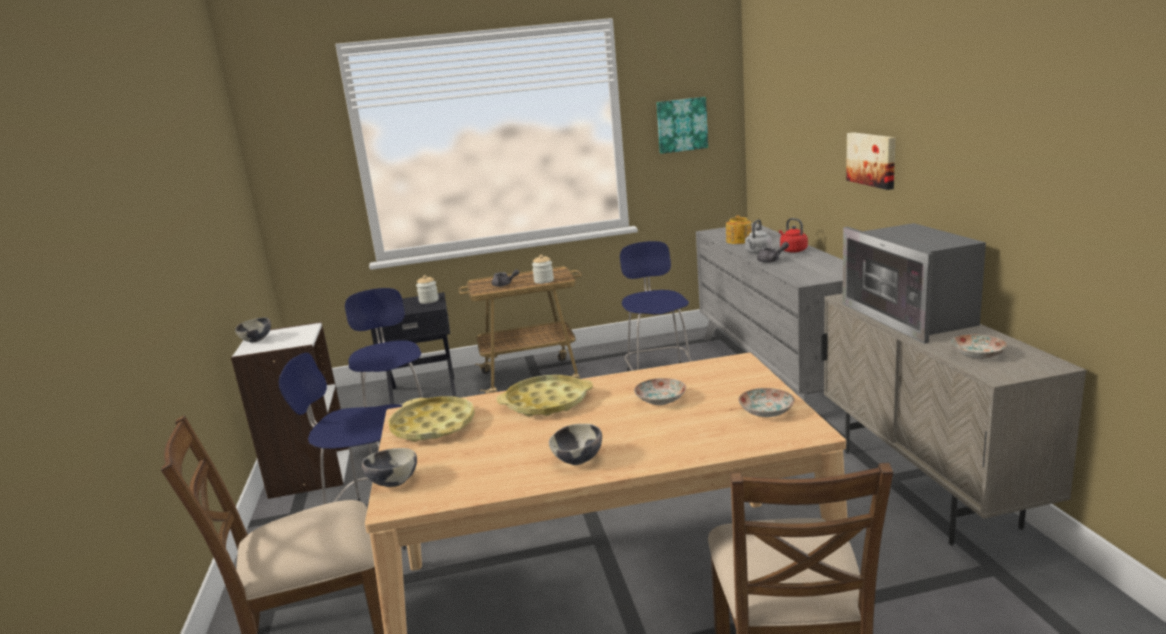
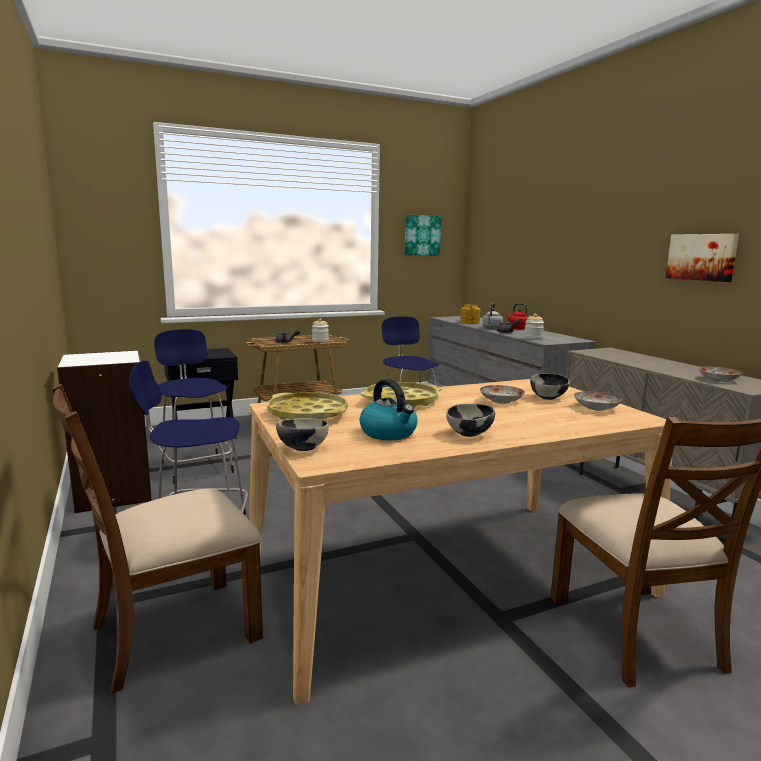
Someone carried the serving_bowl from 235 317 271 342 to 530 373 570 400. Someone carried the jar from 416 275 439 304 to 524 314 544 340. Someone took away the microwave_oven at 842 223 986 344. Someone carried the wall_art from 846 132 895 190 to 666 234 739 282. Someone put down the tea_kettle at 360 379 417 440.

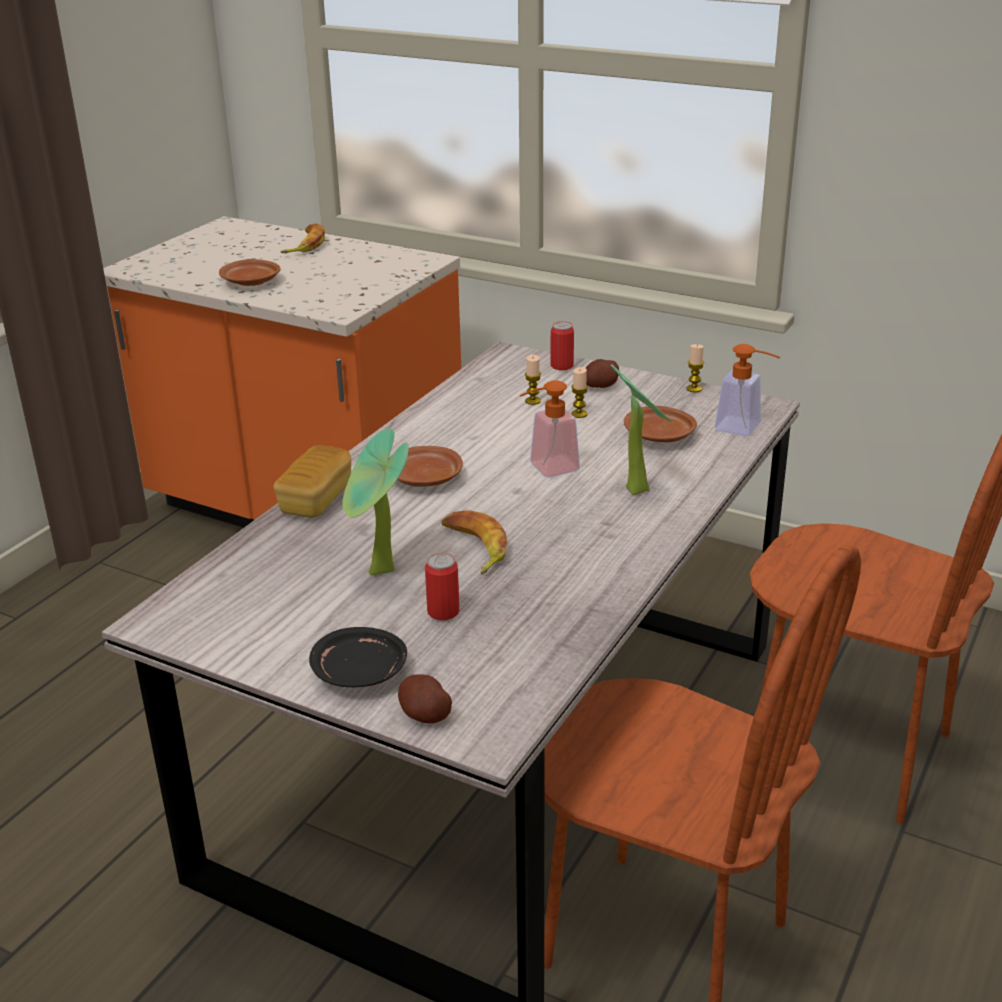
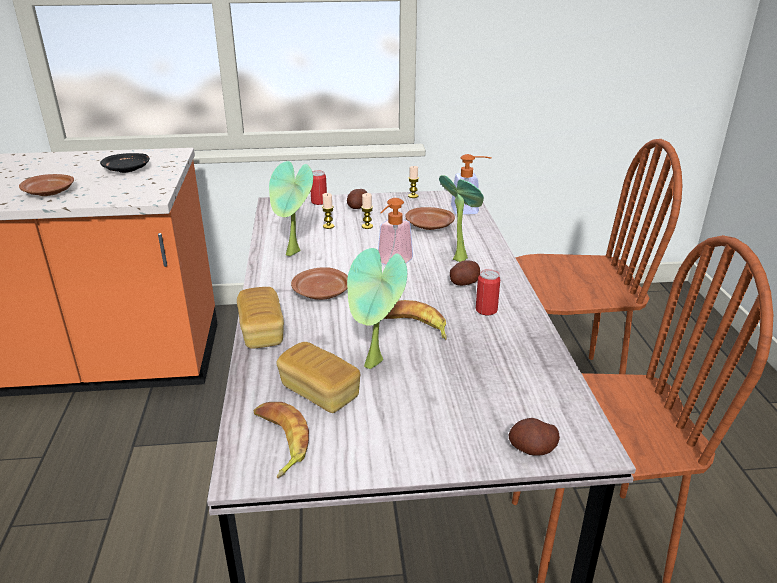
Someone carried the banana_fruit from 281 223 325 253 to 254 402 309 478. Someone carried the blackish_dinner_plate from 309 627 407 687 to 100 153 150 173. Someone carried the sealed_can from 425 553 460 621 to 476 269 500 315. Someone put down the plant_in_a_pot at 269 161 313 256. Someone put down the bakery_bread at 276 342 360 413. Someone put down the whole_potato at 450 261 480 286.

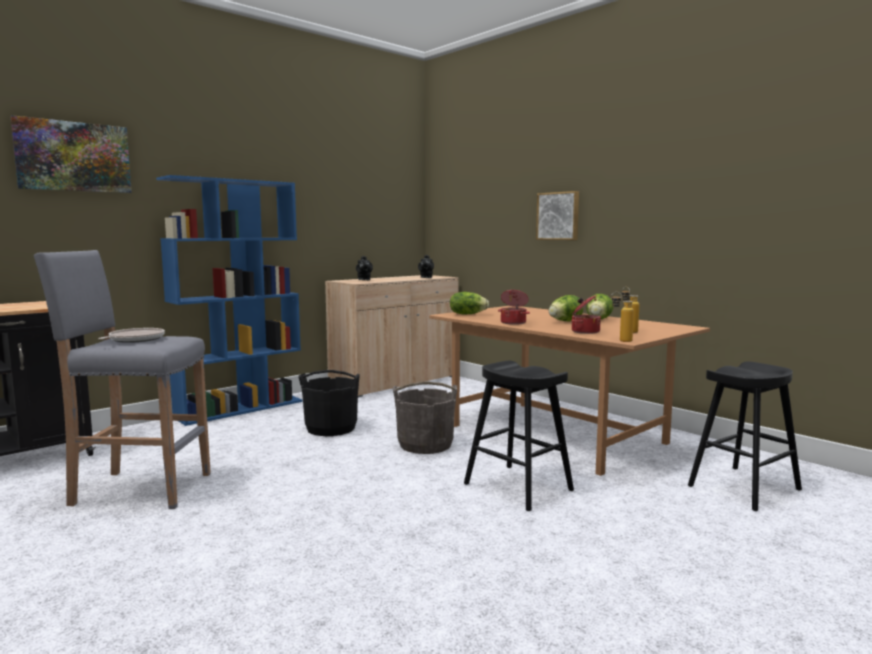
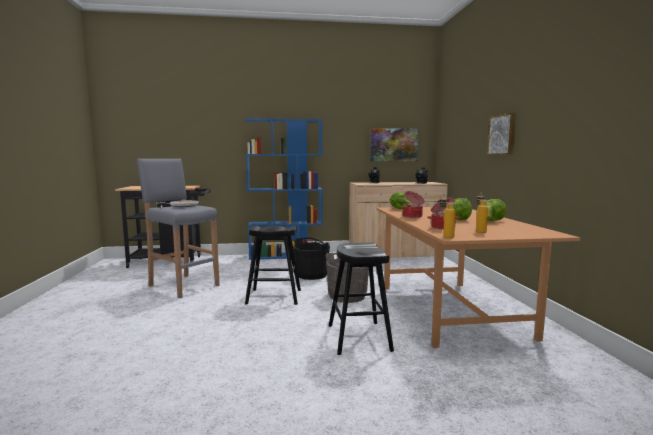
Someone carried the wall_art from 11 115 132 193 to 370 128 419 161. Someone carried the blackish_stool_seat from 688 361 802 511 to 245 225 301 305.

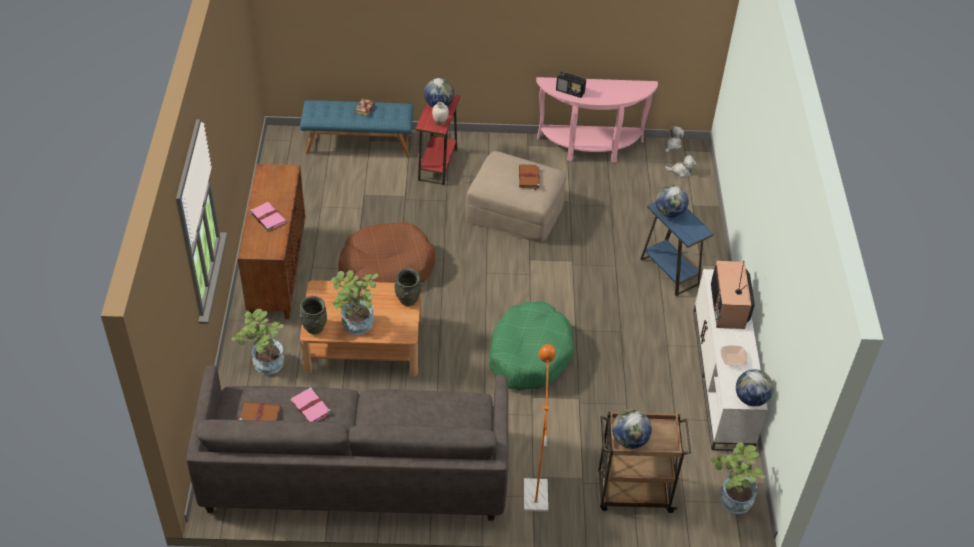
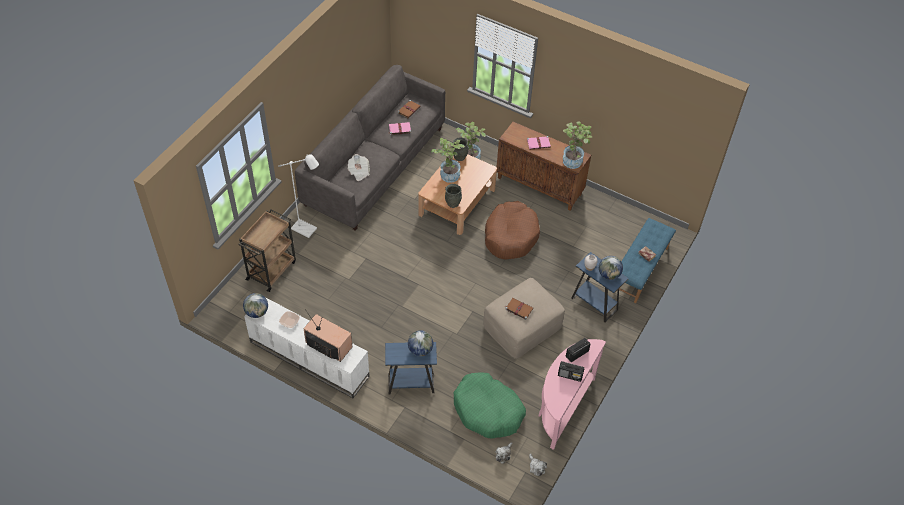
Someone repainted the red-coloured_accent_table at 416 95 460 185, which became the blue_accent_table at 571 252 629 323. Someone carried the green-coloured_dog_cushion from 489 301 574 390 to 454 372 526 438. Someone repainted the orange-coloured_floor_lamp at 524 344 556 512, which became the white_floor_lamp at 278 154 319 238. Someone took away the desk_globe at 612 409 652 449. Someone carried the plant_in_a_pot from 710 442 765 514 to 563 121 592 169. Someone put down the newspaper at 348 154 370 181. Someone put down the radio at 558 361 584 382.

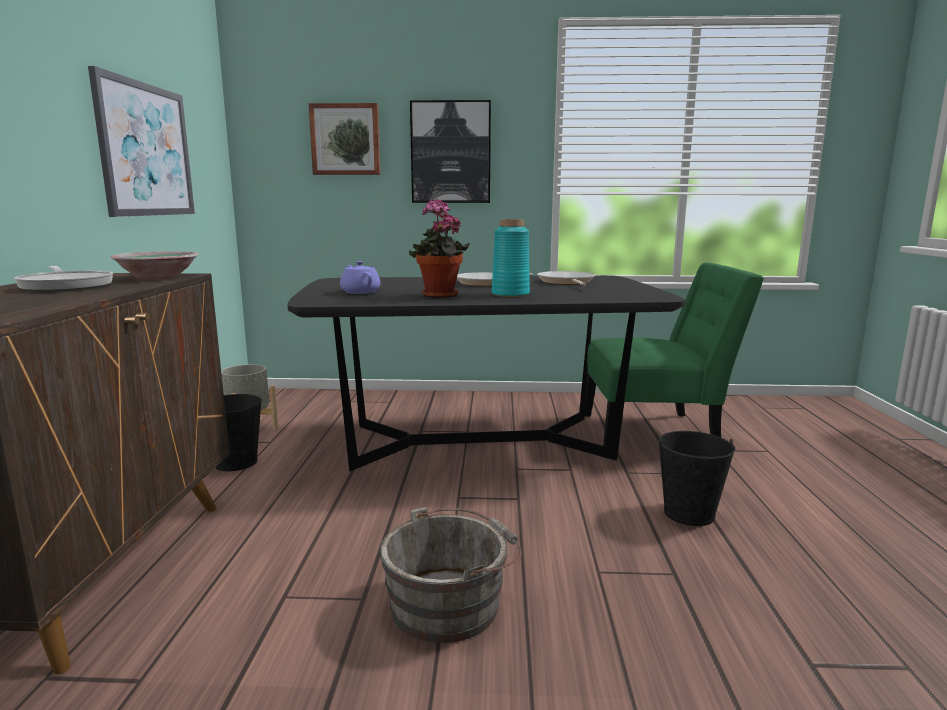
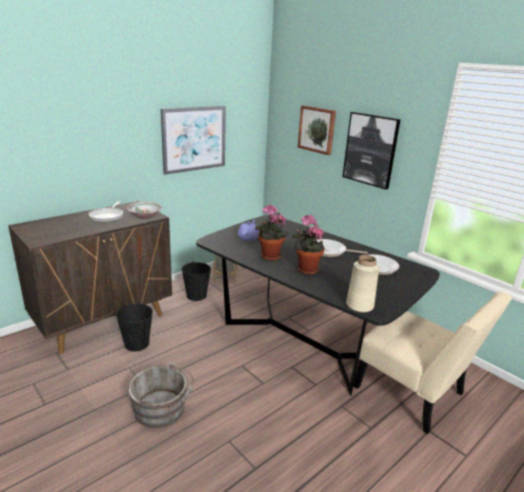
Someone swapped the blue-green_vase at 492 219 530 297 for the plant_in_a_pot at 292 215 325 275. Someone repainted the green-coloured_upright_chair at 585 263 764 447, which became the sand-coloured_upright_chair at 353 291 512 434. Someone carried the blackish_bucket from 658 431 735 526 to 115 304 153 351. Someone put down the sand-coloured_vase at 346 255 379 313.

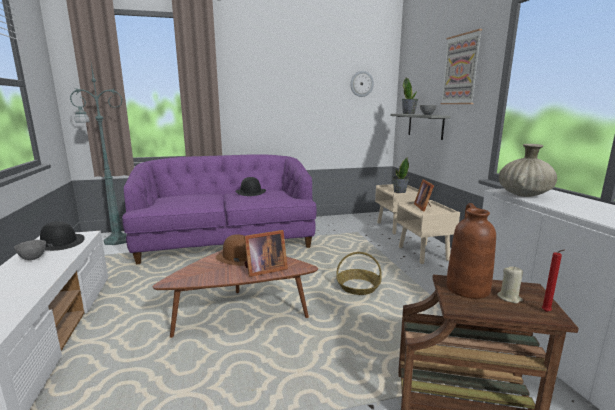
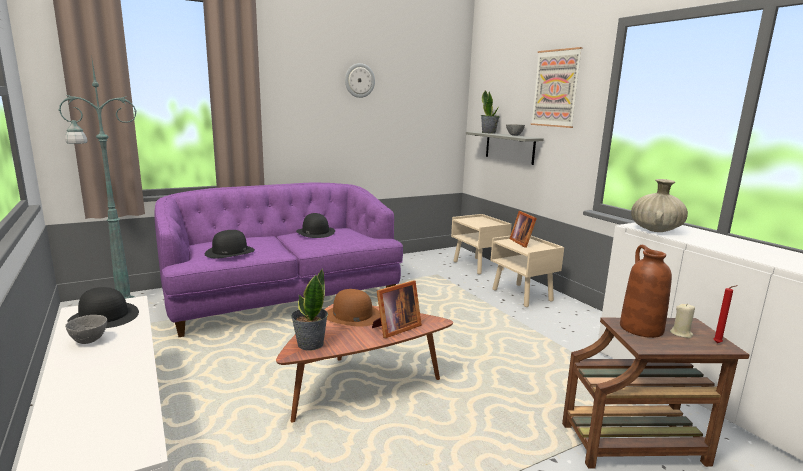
Someone took away the storage_basket at 337 252 381 295. Someone carried the wall_clock from 350 71 374 97 to 345 63 375 98. Someone carried the plant_in_a_pot from 392 157 409 193 to 291 268 328 351. Someone put down the blackish_hat at 205 230 255 258.

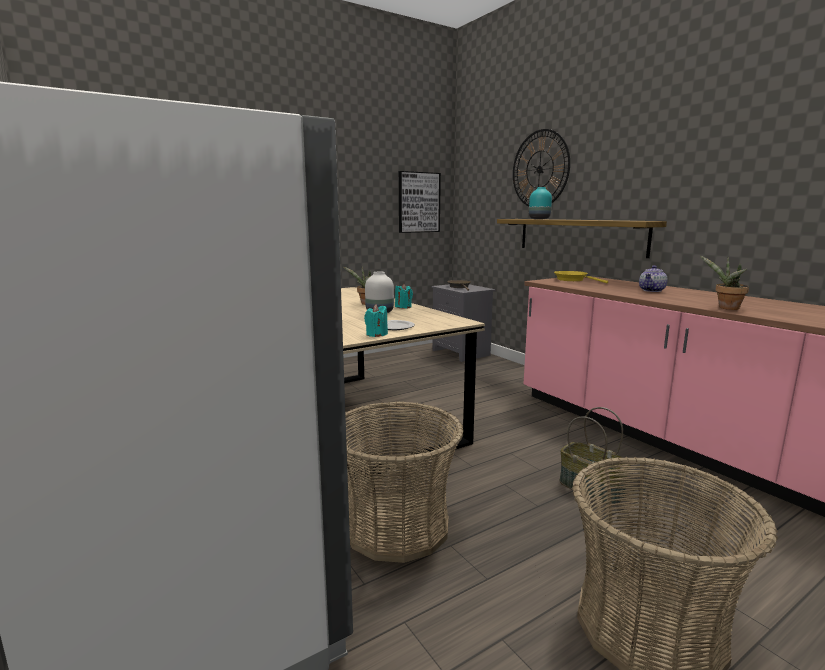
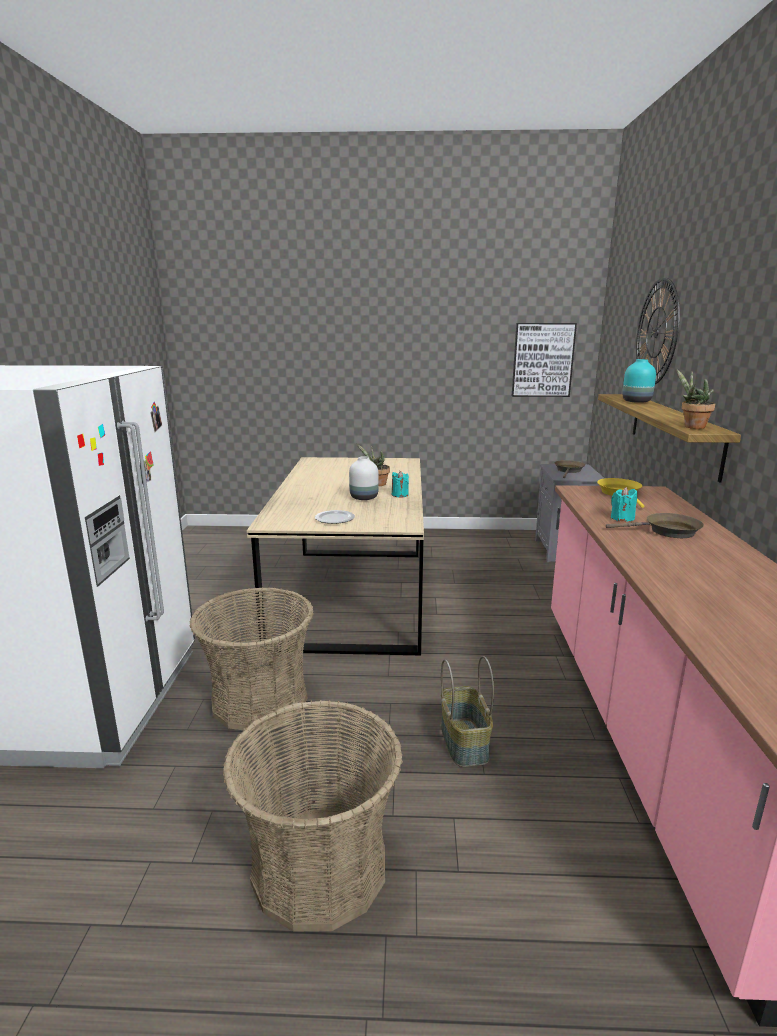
Someone carried the blue-green_wax_candle from 364 304 388 337 to 611 487 637 521. Someone swapped the teapot at 639 265 668 292 for the brown-coloured_skillet at 606 513 704 538. Someone carried the plant_in_a_pot from 700 256 749 310 to 676 369 715 429.

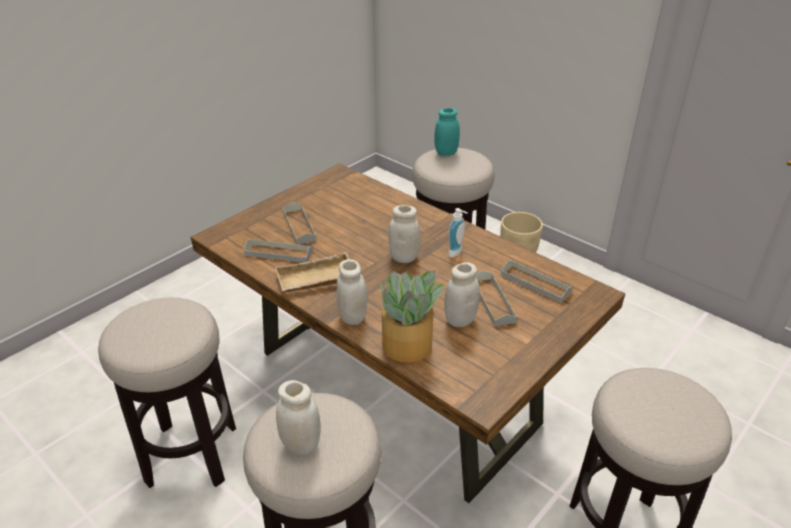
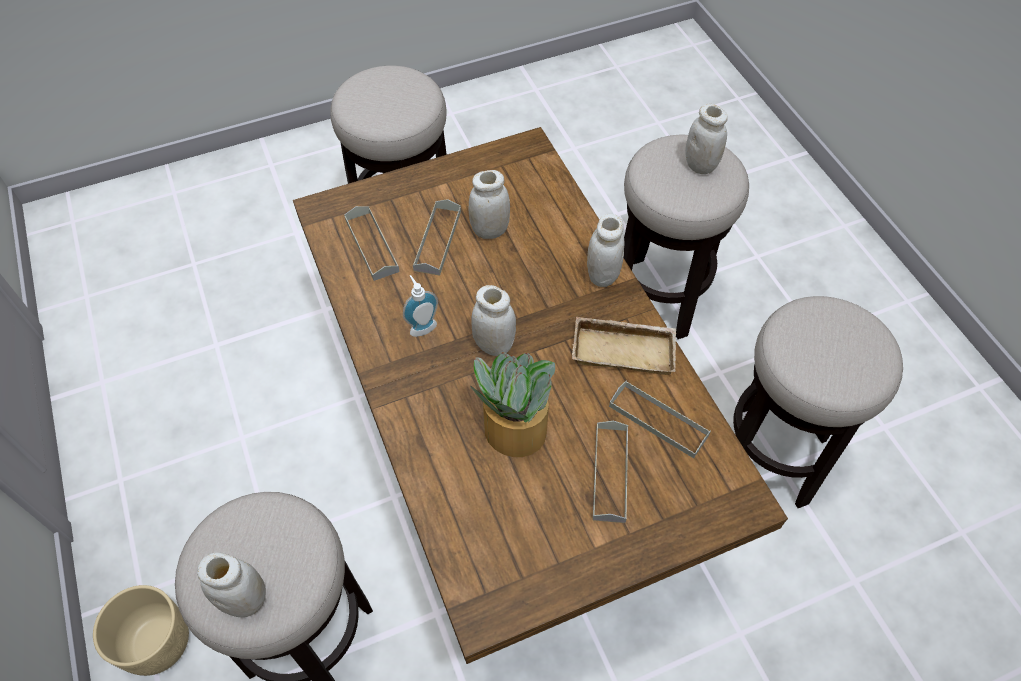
Someone carried the plant_in_a_pot from 379 271 445 363 to 470 352 555 457. Someone repainted the blue-green_jar at 434 108 460 156, which became the white_jar at 197 552 266 617.

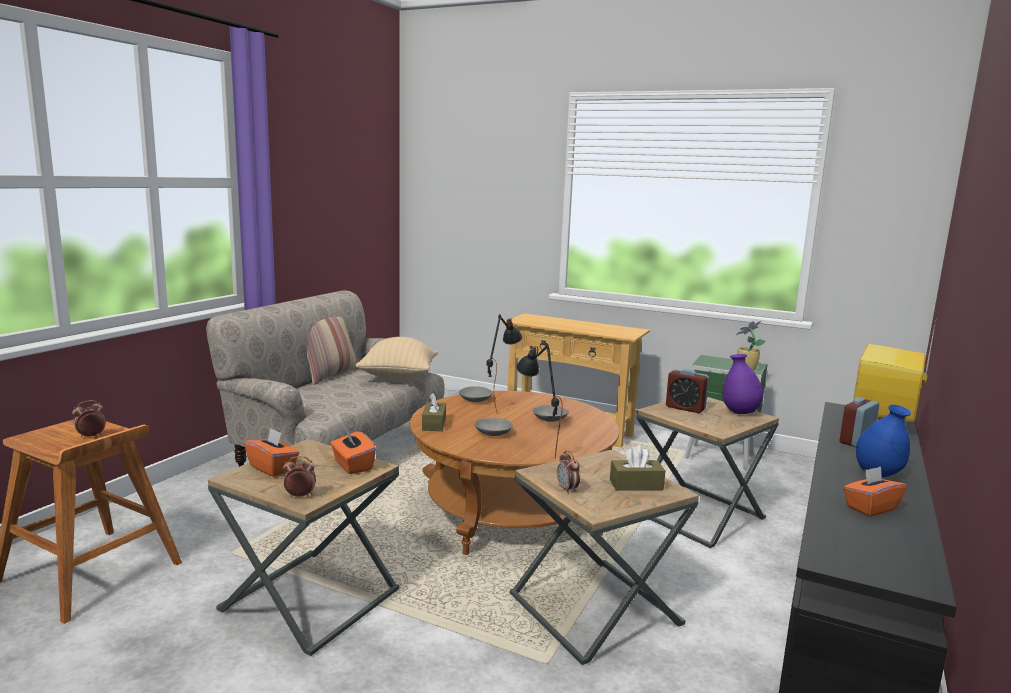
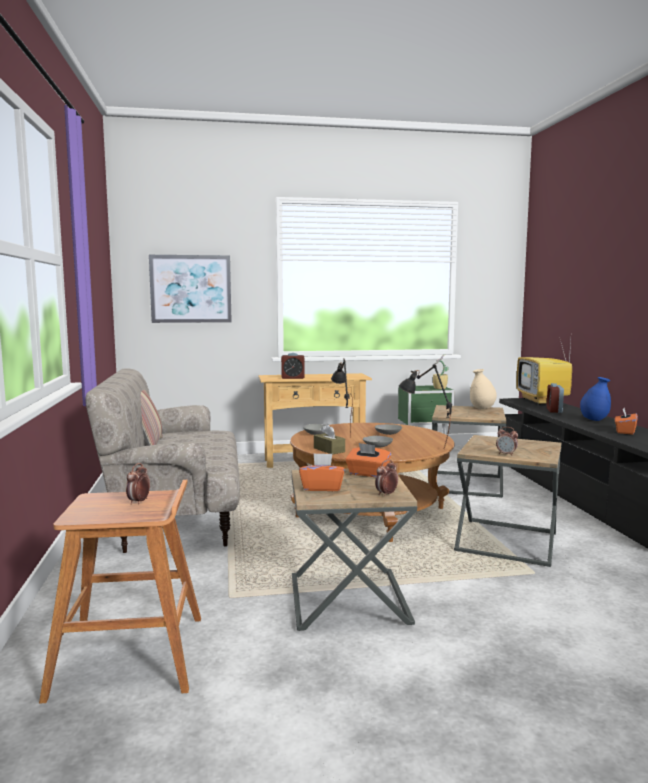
Someone took away the sand-coloured_throw_pillow at 355 337 439 379. Someone took away the brown-coloured_tissue_holder at 610 445 665 491. Someone carried the table_clock from 666 369 709 413 to 281 353 305 379. Someone repainted the purplish_vase at 723 354 763 414, which became the sand-coloured_vase at 470 369 497 409. Someone put up the wall_art at 149 255 232 323.

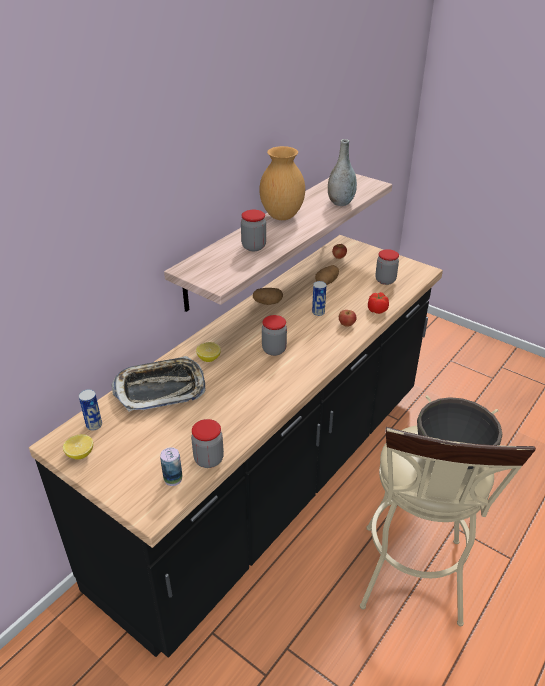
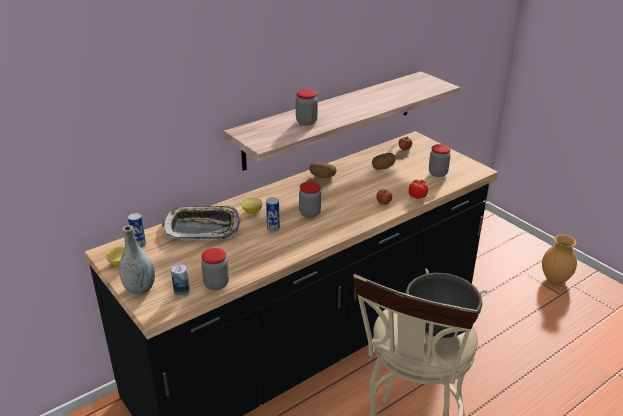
Someone carried the brown-coloured_vase from 259 146 305 220 to 542 235 577 284. Someone carried the sealed_can from 312 281 326 316 to 266 197 280 232. Someone carried the greyish_vase from 328 139 357 206 to 119 225 155 295.

